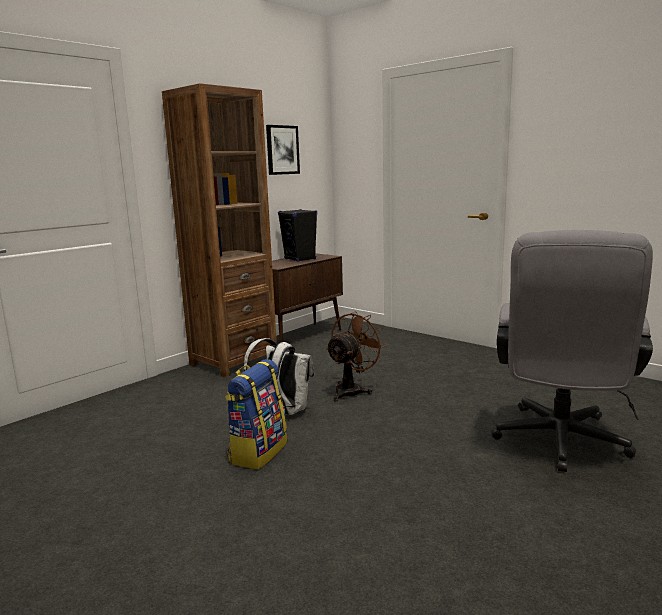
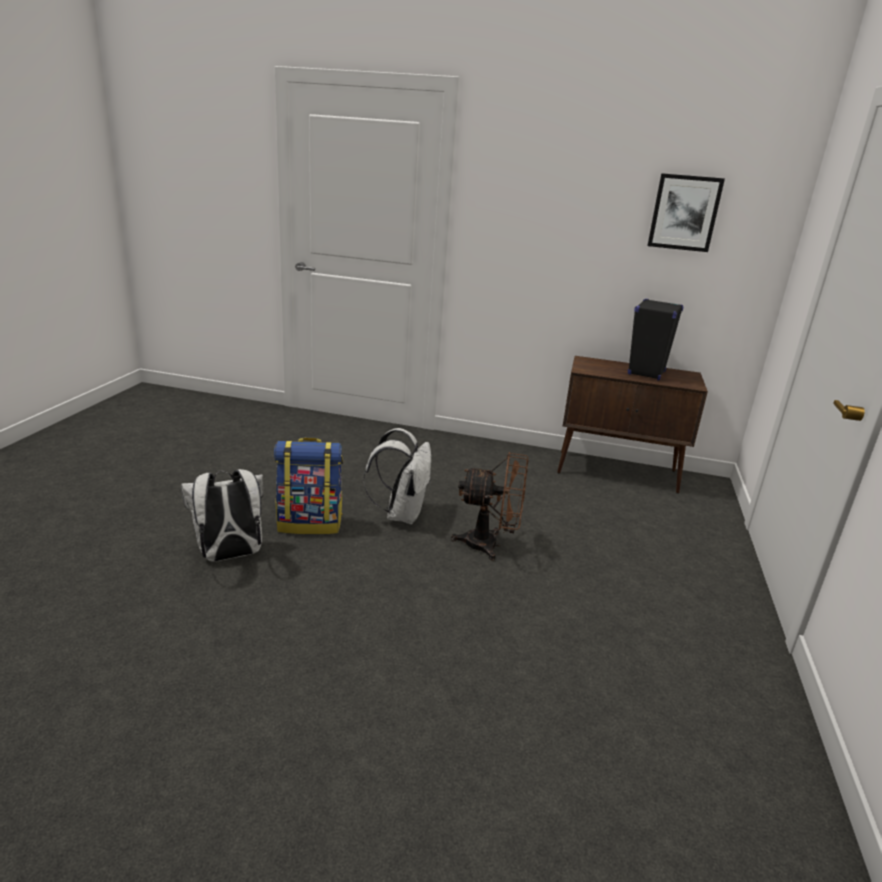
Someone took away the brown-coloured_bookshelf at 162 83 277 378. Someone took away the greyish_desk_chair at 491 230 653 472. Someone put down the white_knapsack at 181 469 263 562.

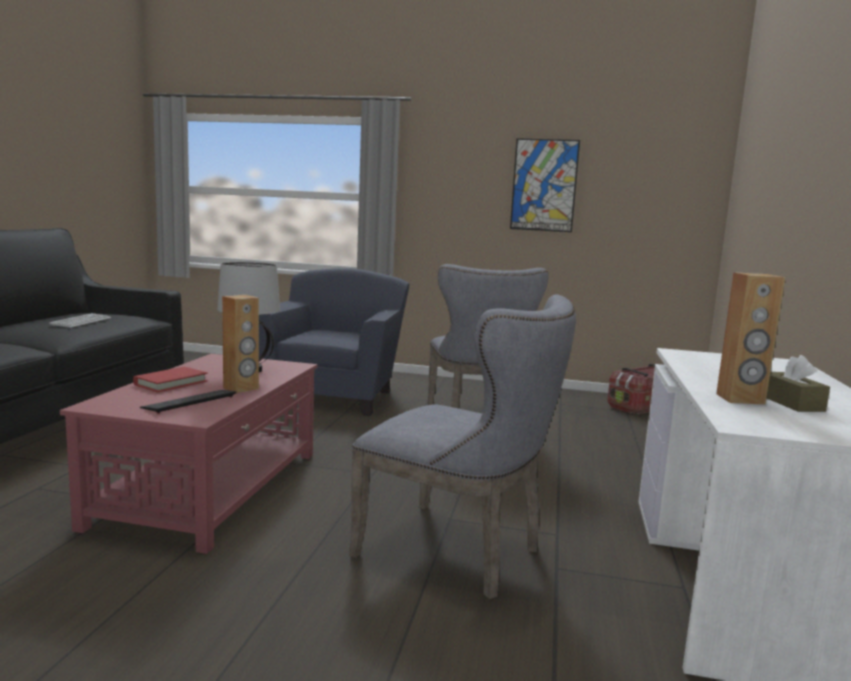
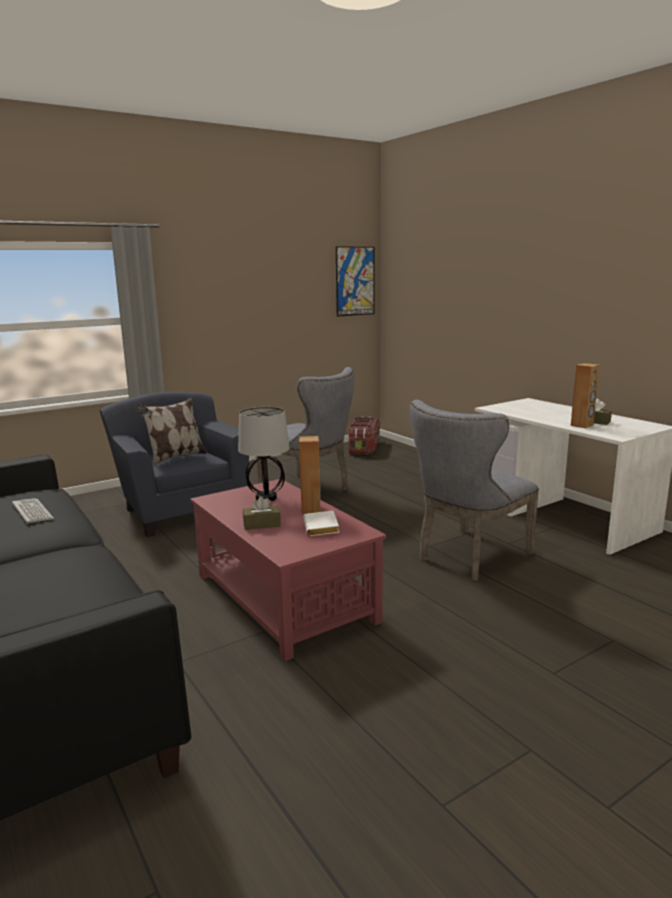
Someone swapped the red-coloured_bound_book at 133 367 208 392 for the brown-coloured_tissue_holder at 243 496 281 530. Someone swapped the keyboard at 139 390 236 414 for the white_bound_book at 303 511 339 536. Someone rotated the greyish_upright_chair at 349 295 576 599 by 150 degrees clockwise. Someone carried the wall_art from 510 138 580 232 to 336 247 374 317. Someone put down the throw_pillow at 136 397 207 466.

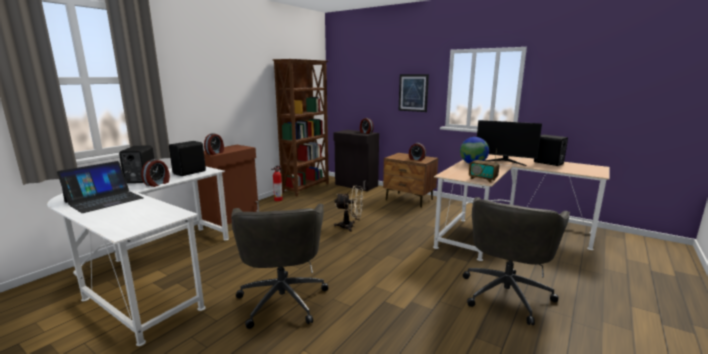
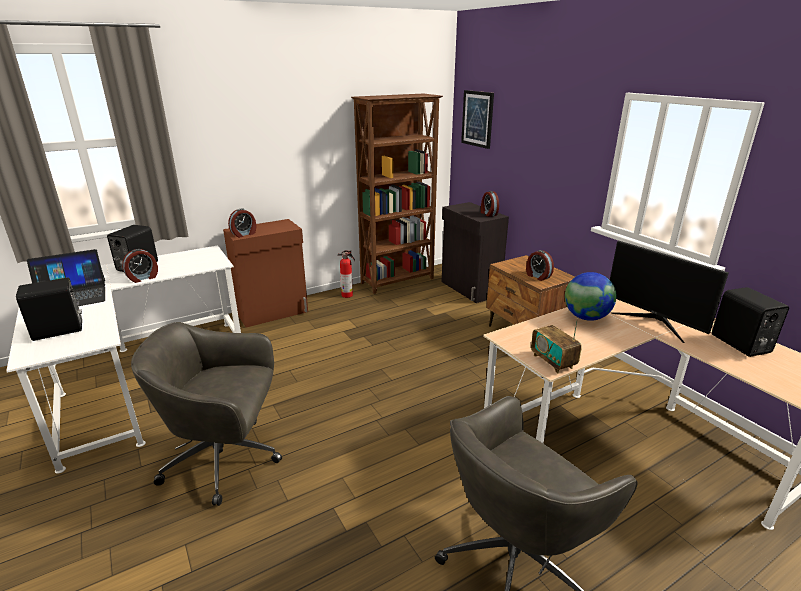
Someone carried the blackish_audio_speaker from 169 141 206 176 to 16 278 82 341. Someone rotated the greyish_desk_chair at 231 204 328 329 by 75 degrees clockwise. Someone took away the sand-coloured_cooling_fan at 334 186 363 232. Someone carried the wall_art from 399 74 429 112 to 461 90 494 149.

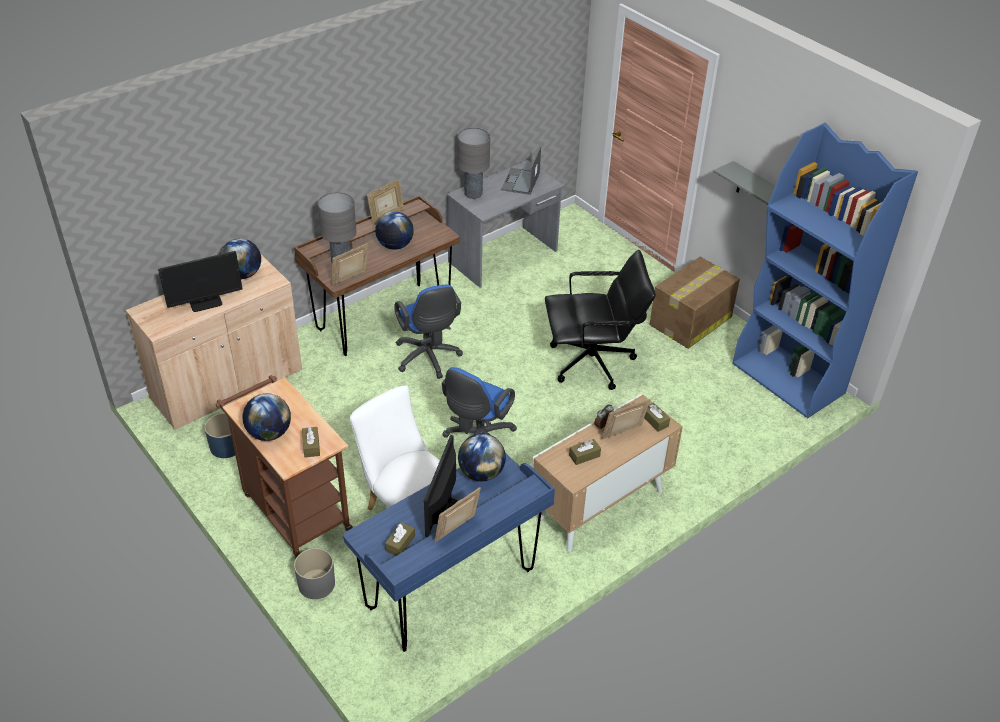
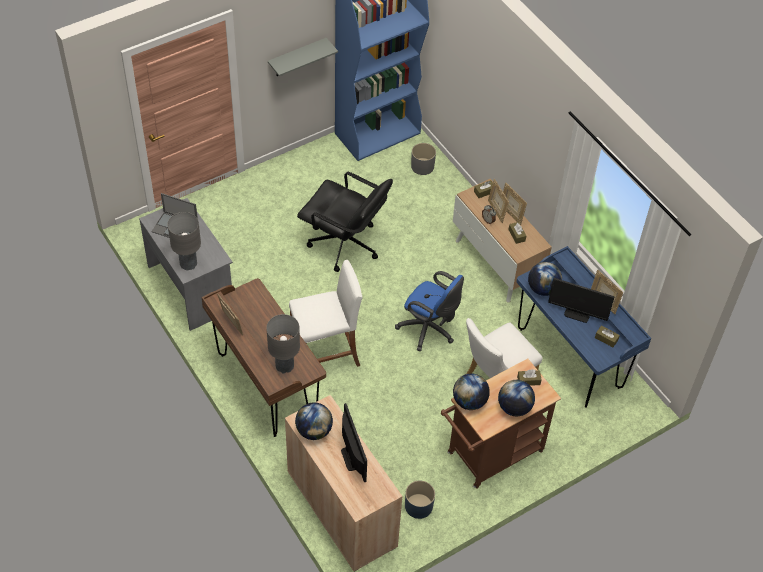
Someone carried the greyish_plant_pot from 294 548 335 599 to 411 143 436 175. Someone carried the standing_frame from 332 243 368 286 to 503 183 527 225. Someone carried the desk_globe from 375 211 414 250 to 453 373 490 410. Someone swapped the blue_desk_chair at 394 285 463 379 for the white_stool_seat at 289 260 362 367. Someone rotated the blackish_desk_chair at 545 250 656 390 by 120 degrees clockwise. Someone took away the packing_box at 649 257 740 349.

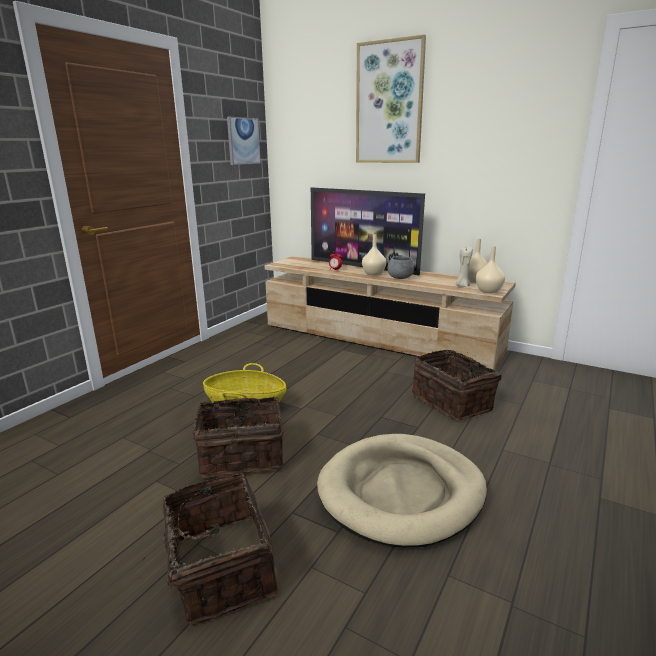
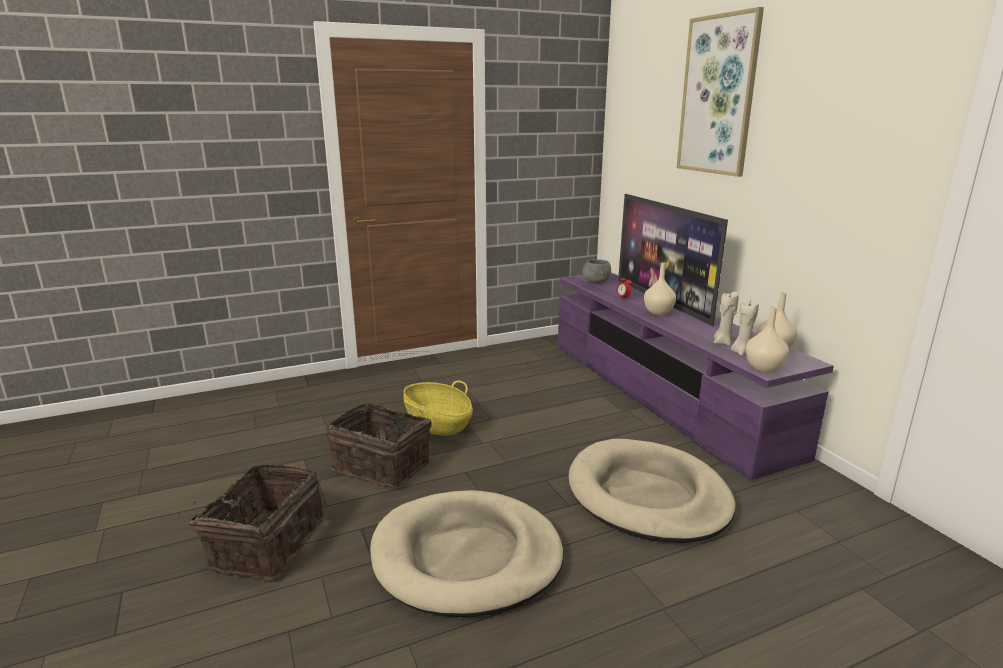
Someone took away the wall_art at 227 117 261 165. Someone repainted the sand-coloured_tv_unit at 264 256 516 371, which became the purplish_tv_unit at 558 272 834 480. Someone carried the greyish_serving_bowl from 387 256 414 279 to 583 259 611 284. Someone swapped the storage_basket at 412 350 502 420 for the sand-coloured_dog_cushion at 569 439 736 543. Someone put down the sand-coloured_wax_candle at 714 291 739 346.

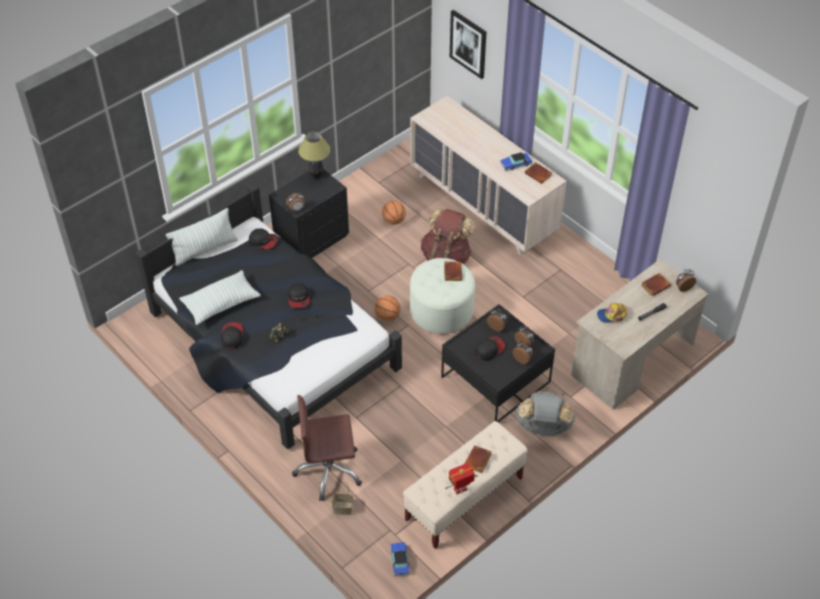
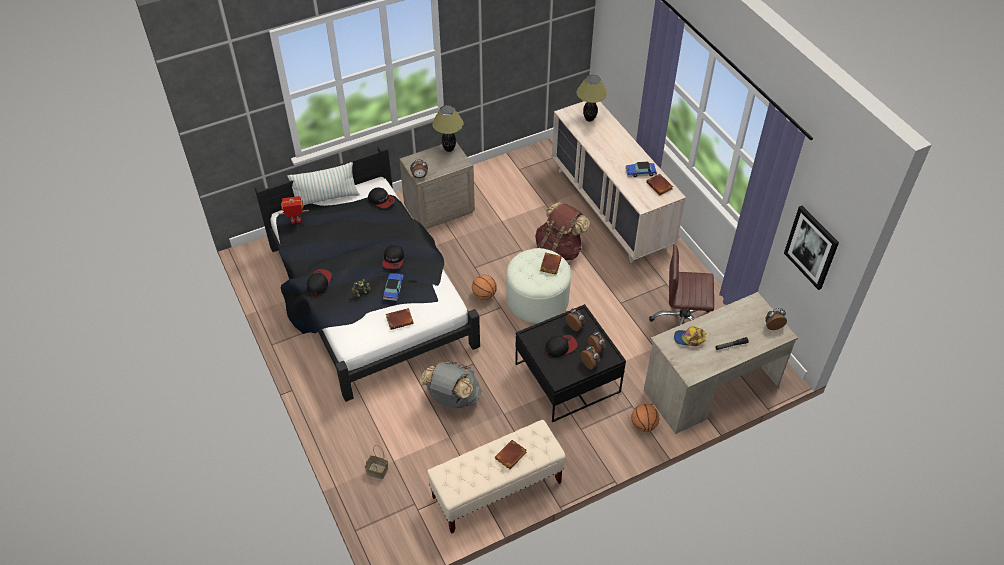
Someone took away the throw_pillow at 179 270 261 325. Someone repainted the blackish_nightstand at 269 169 349 258, which became the sand-coloured_nightstand at 399 142 475 229. Someone carried the brown-coloured_desk_chair from 292 395 362 501 to 649 244 714 326. Someone carried the basketball from 382 201 406 224 to 631 404 660 432. Someone carried the miniature_car from 390 542 410 576 to 383 273 403 301. Someone carried the robot_figure from 445 463 478 494 to 279 196 309 224. Someone carried the wall_art from 450 10 486 79 to 784 206 839 290. Someone carried the greyish_knapsack from 515 390 575 436 to 420 360 482 408. Someone carried the brown-coloured_bound_book from 641 273 671 296 to 386 308 414 330. Someone put down the lamp_for_a_table at 577 75 607 122.

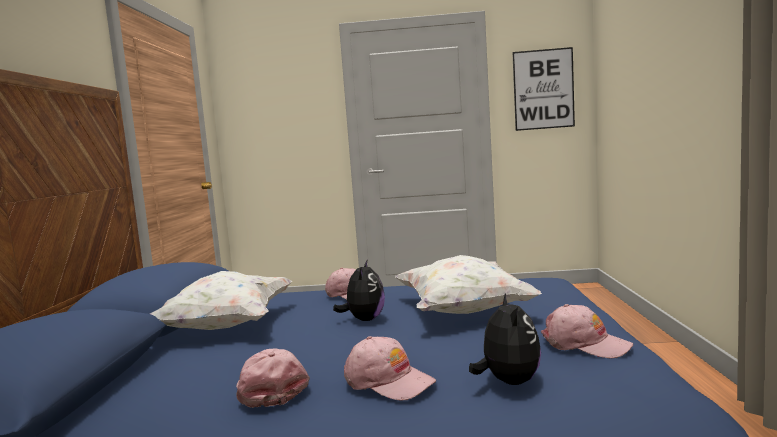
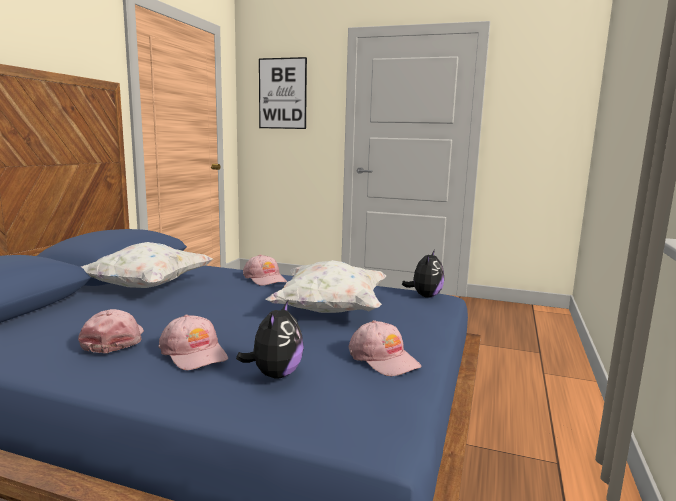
Someone carried the plush_toy from 333 260 385 321 to 402 250 444 298. Someone carried the wall_art from 512 47 575 131 to 259 57 307 129.

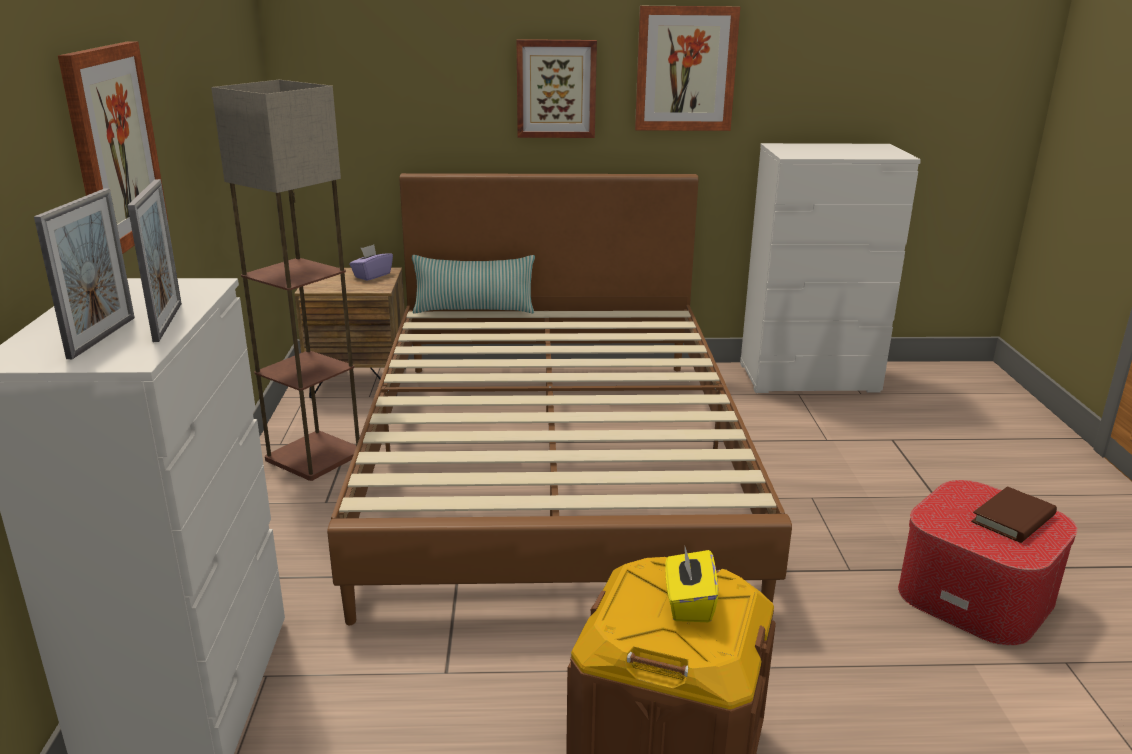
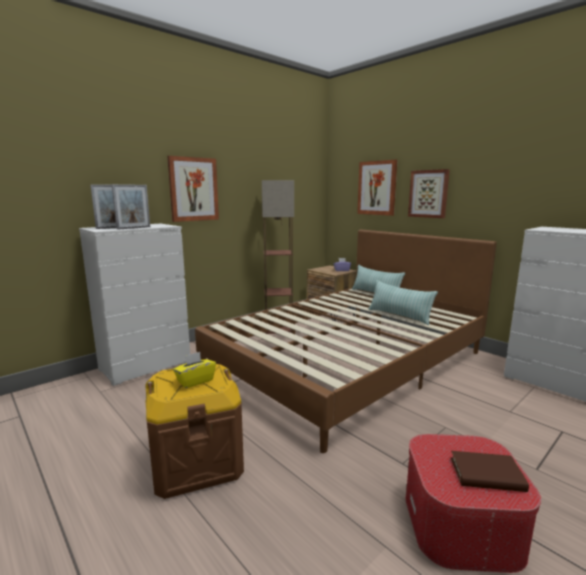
Someone carried the wall_art from 635 6 740 131 to 357 160 397 216. Someone put down the throw_pillow at 369 280 438 325.

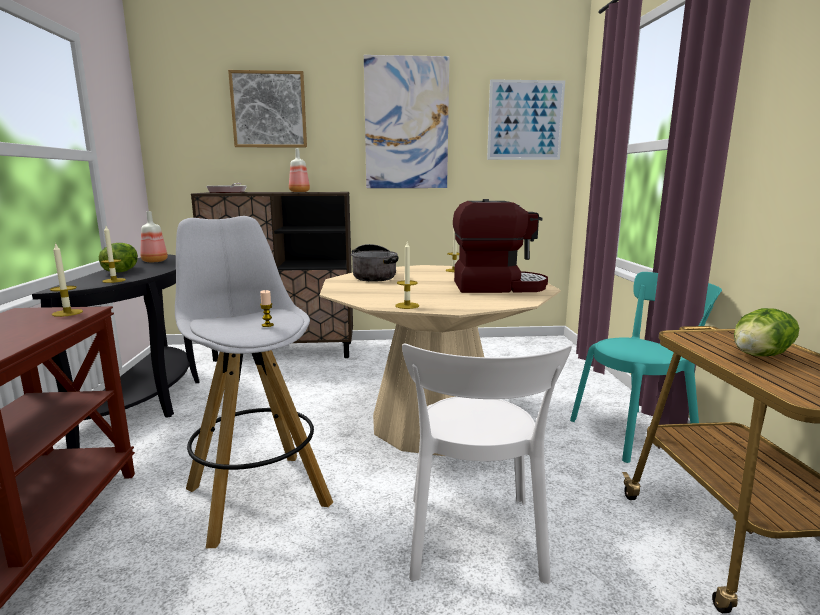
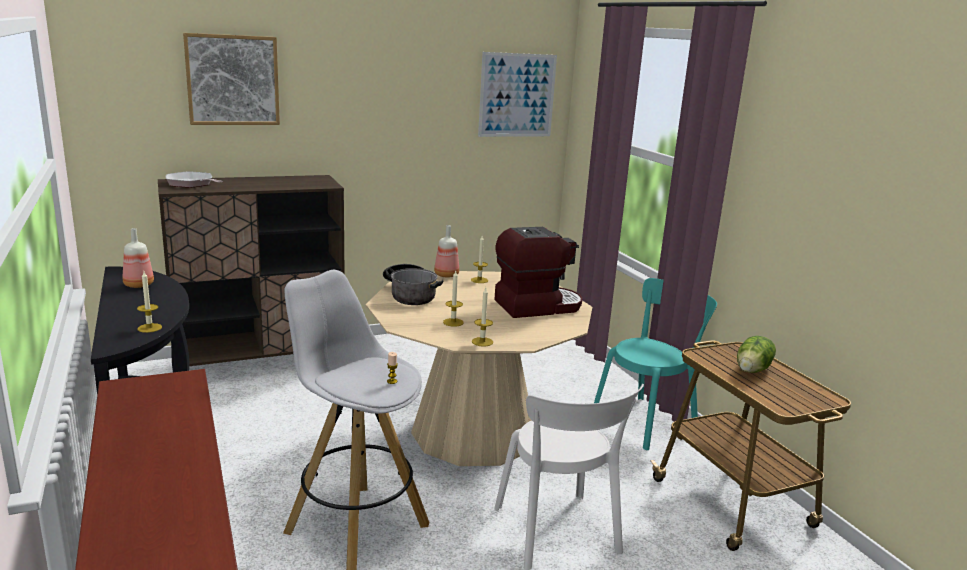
Someone carried the wax_candle from 50 242 83 317 to 443 271 464 327. Someone took away the head_of_lettuce at 99 243 138 273. Someone carried the beverage_bottle from 289 148 310 192 to 434 225 459 278. Someone took away the wall_art at 364 55 449 188.

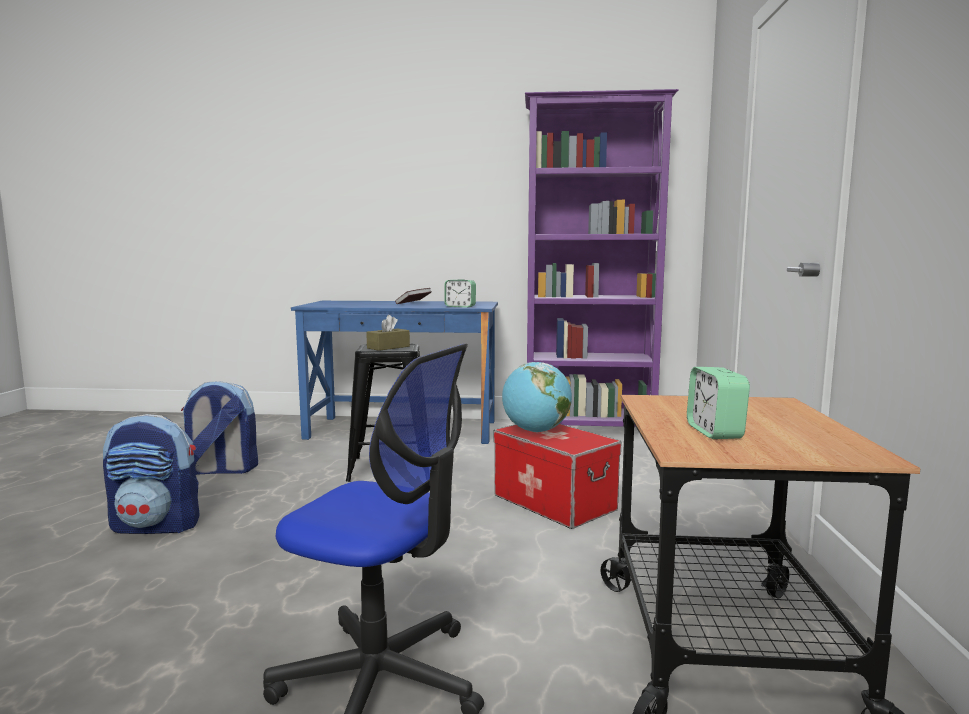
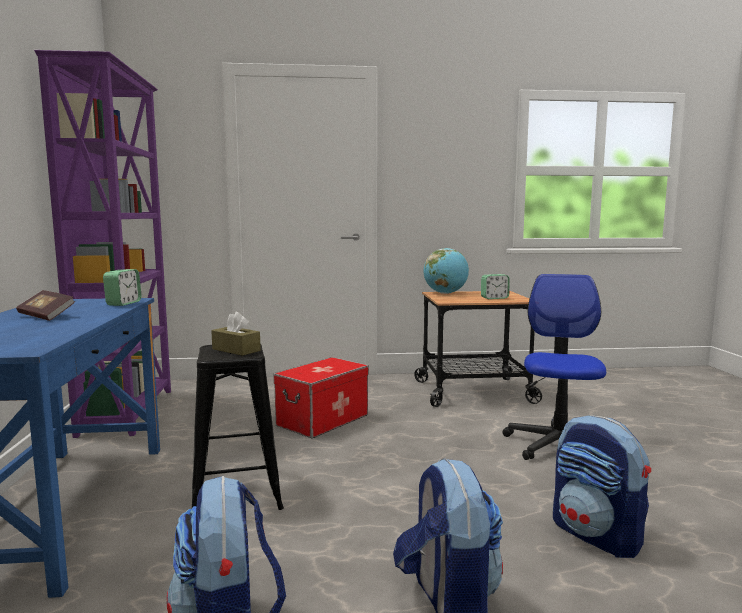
Someone carried the desk_globe from 502 362 572 432 to 423 248 469 294. Someone put down the knapsack at 553 415 651 558.

